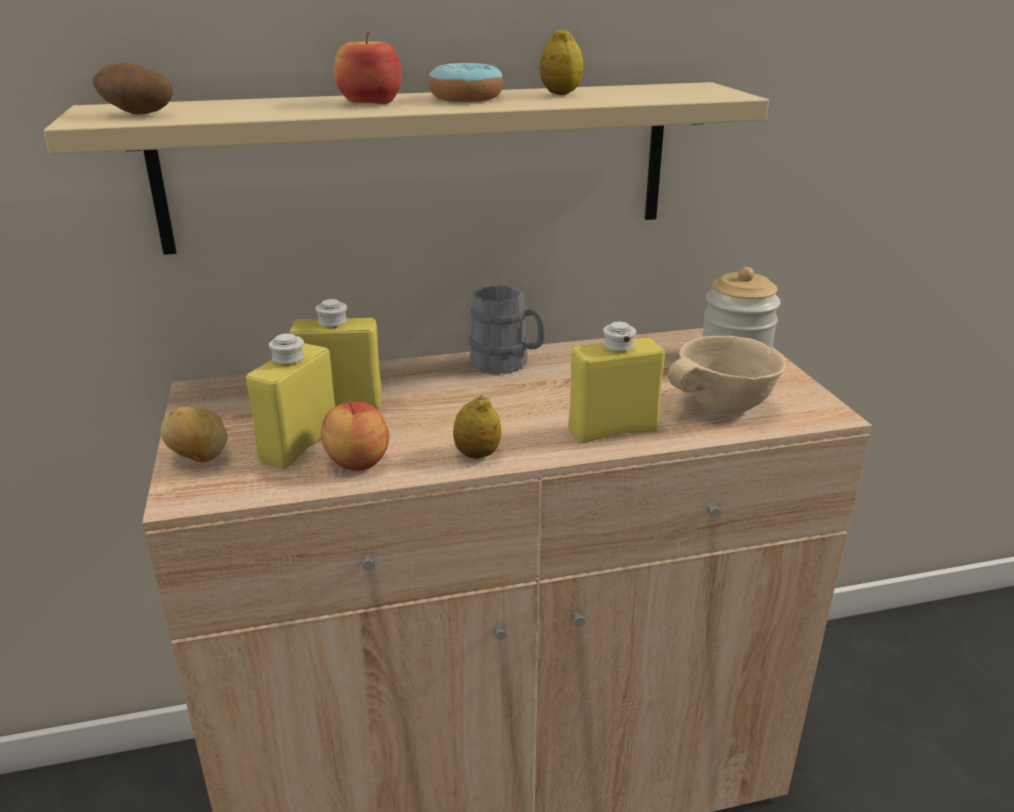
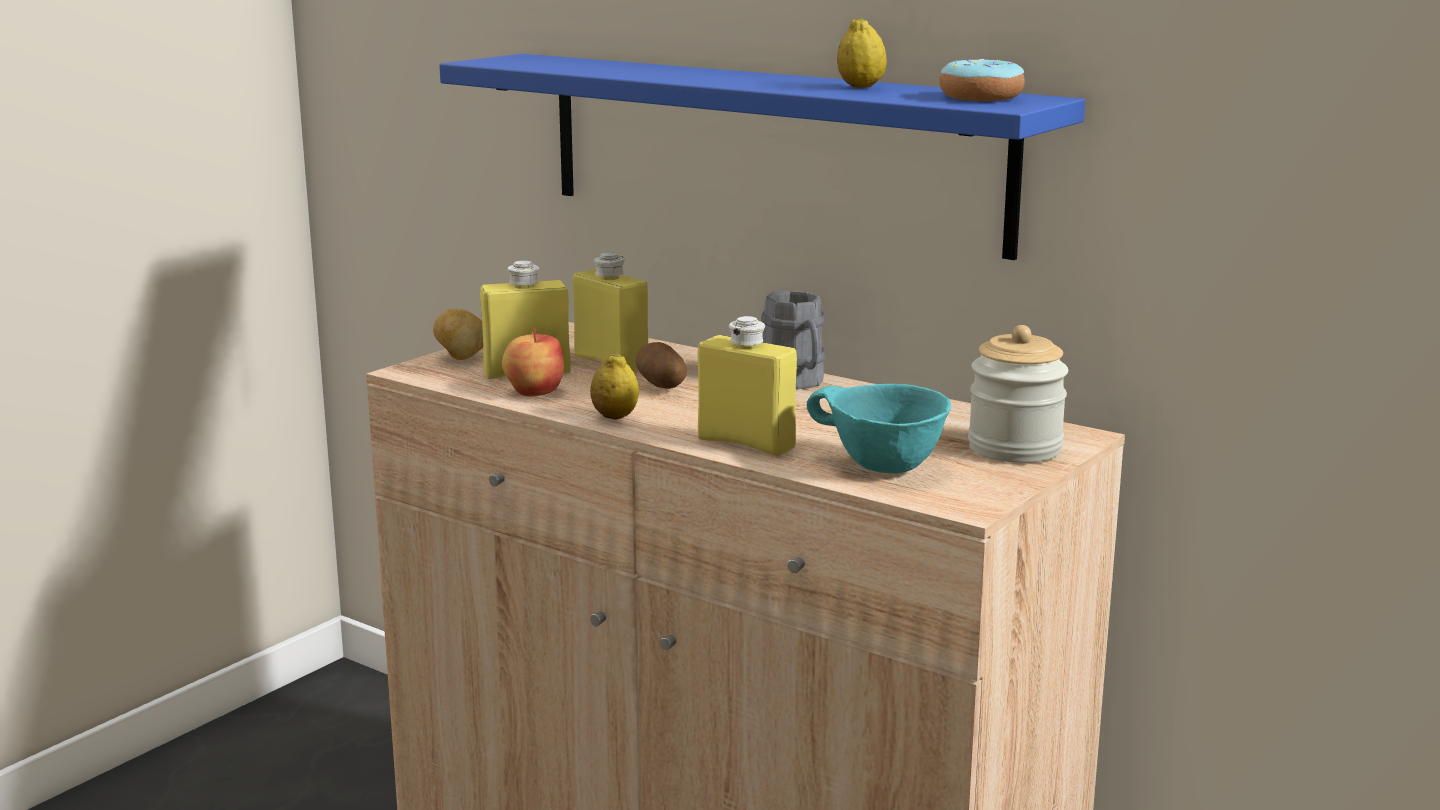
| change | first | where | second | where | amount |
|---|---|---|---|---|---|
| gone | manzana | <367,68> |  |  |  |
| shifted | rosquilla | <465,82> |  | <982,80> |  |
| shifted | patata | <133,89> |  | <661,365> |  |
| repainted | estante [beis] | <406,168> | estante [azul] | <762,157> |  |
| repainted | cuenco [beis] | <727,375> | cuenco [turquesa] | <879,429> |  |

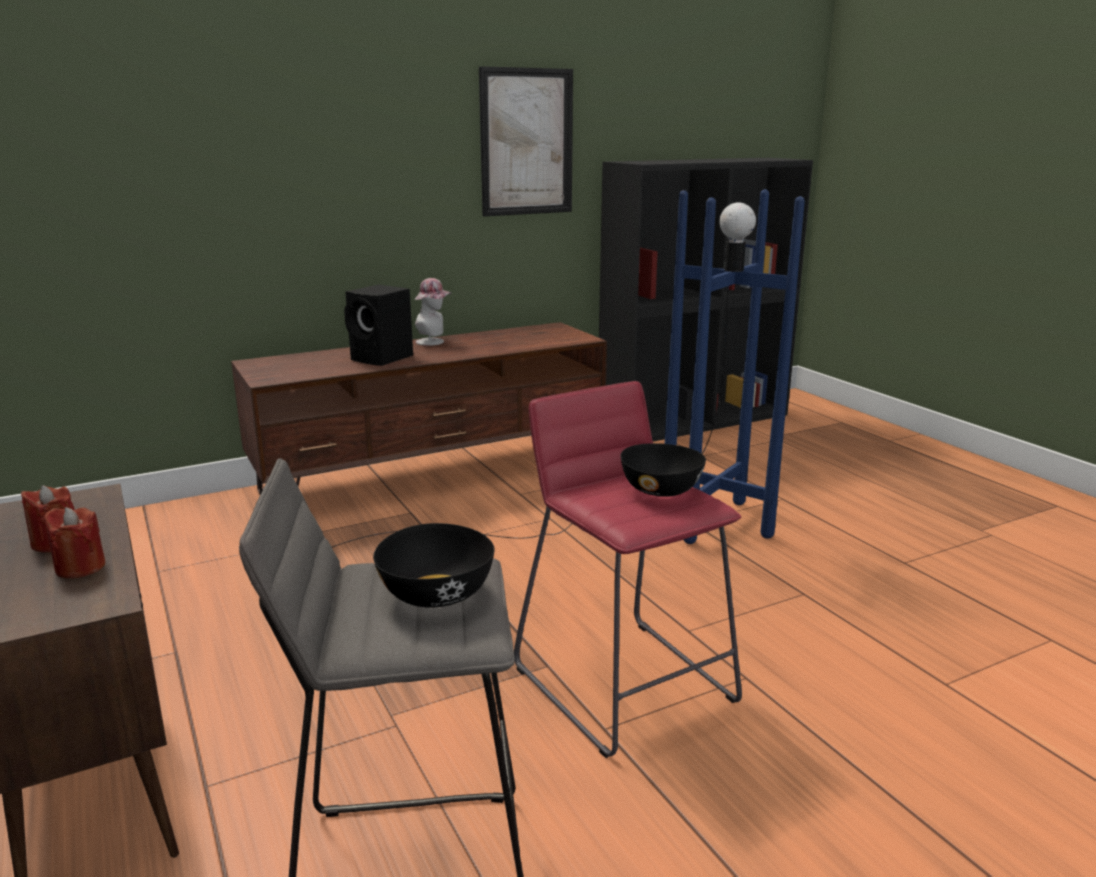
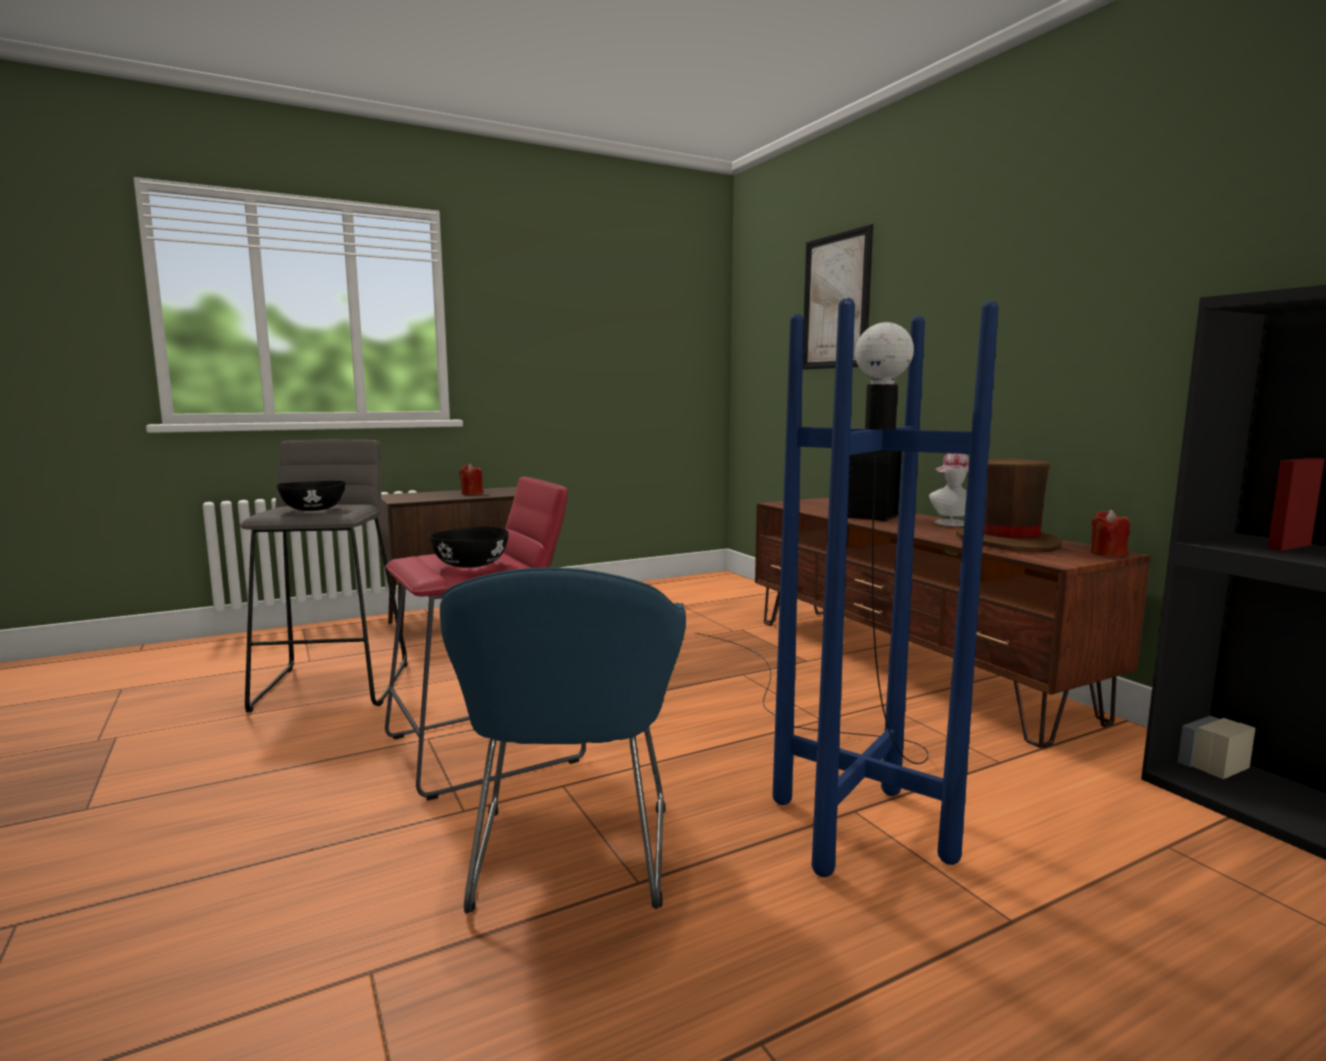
| change | first | where | second | where | amount |
|---|---|---|---|---|---|
| shifted | cuadro | <526,141> |  | <837,297> |  |
| shifted | vela [rojo] | <74,542> |  | <1110,533> |  |
| new |  |  | sombrero [marrón] | <1009,505> |  |
| new |  |  | sillón [azul] | <563,740> |  |

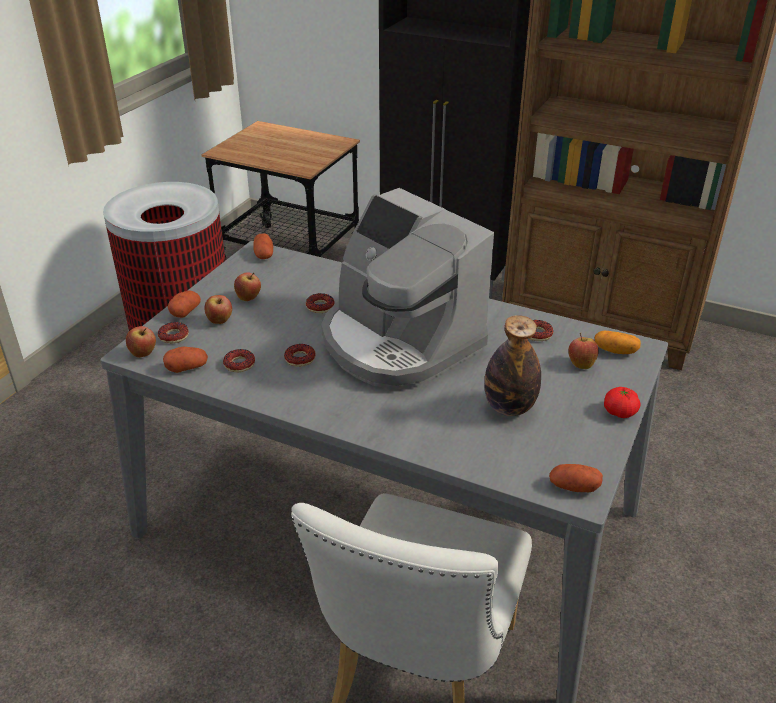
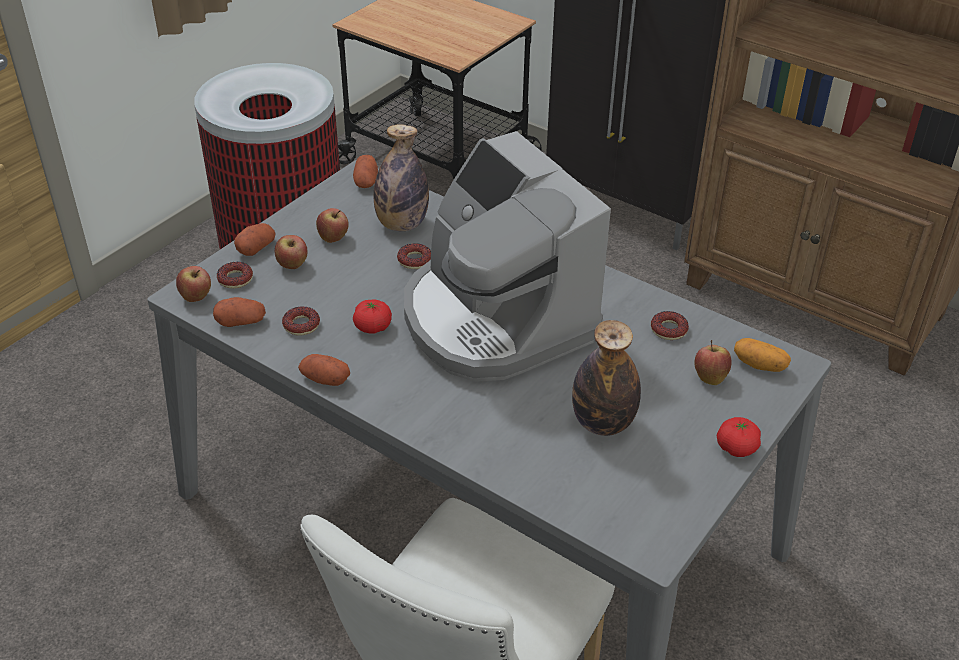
| change | first | where | second | where | amount |
|---|---|---|---|---|---|
| swapped | rosquilla | <300,355> | tomate | <372,316> |  |
| shifted | patata | <576,478> |  | <324,370> |  |
| new |  |  | botella | <401,177> |  |

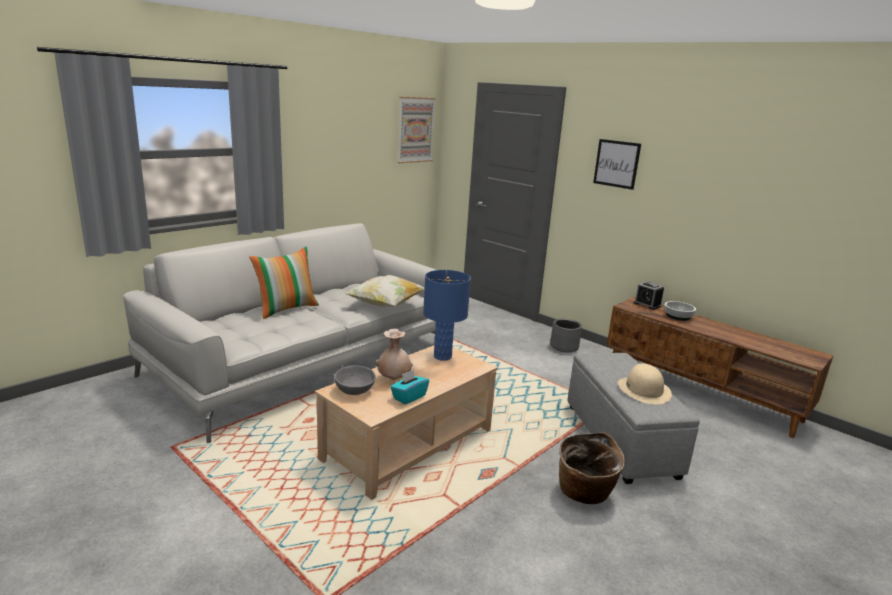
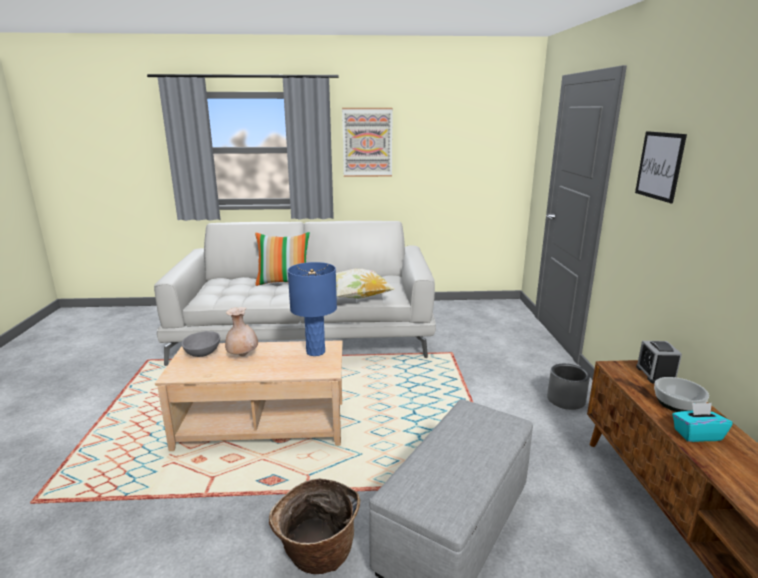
| change | first | where | second | where | amount |
|---|---|---|---|---|---|
| shifted | cuadro | <417,130> |  | <367,142> |  |
| gone | sombrero [beis] | <645,383> |  |  |  |
| shifted | caja de pañuelos [turquesa] | <409,387> |  | <702,422> |  |

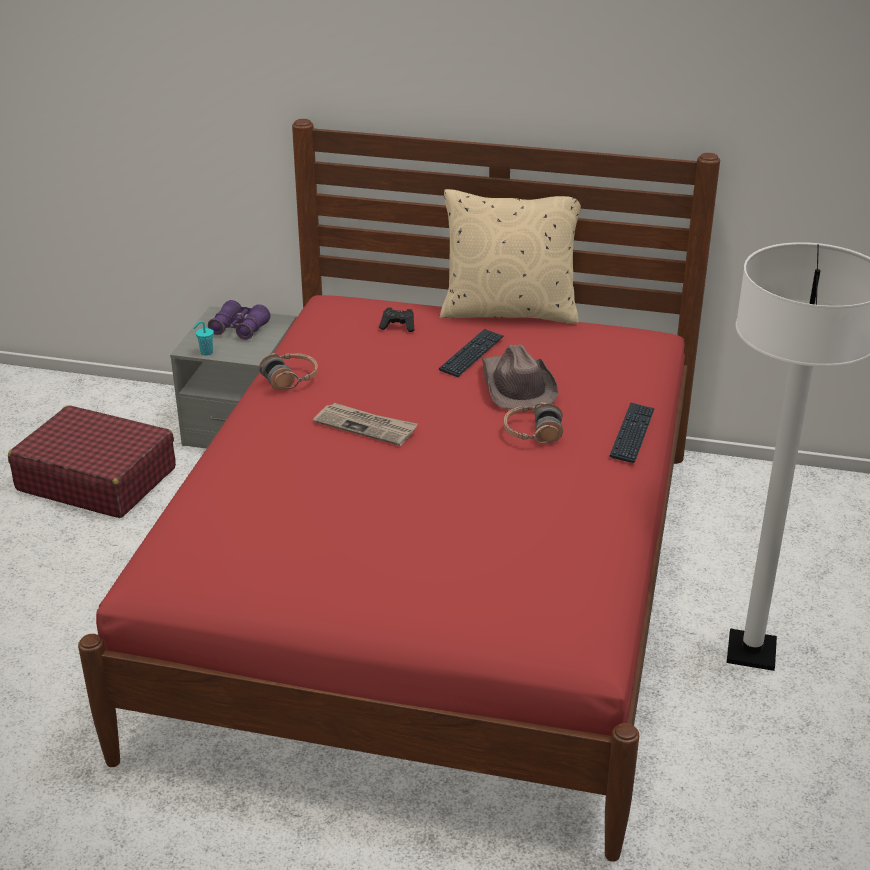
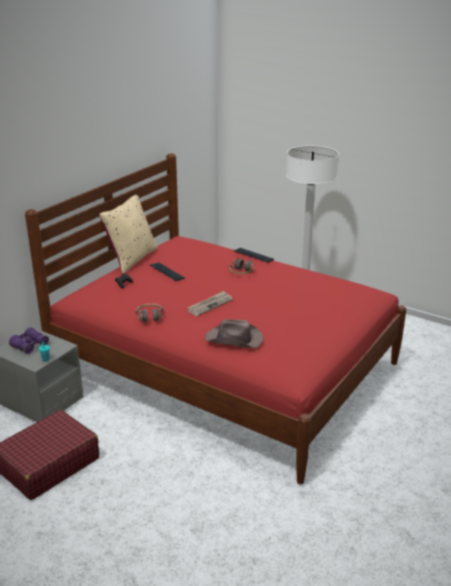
| change | first | where | second | where | amount |
|---|---|---|---|---|---|
| shifted | sombrero [marrón] | <520,376> |  | <234,333> |  |

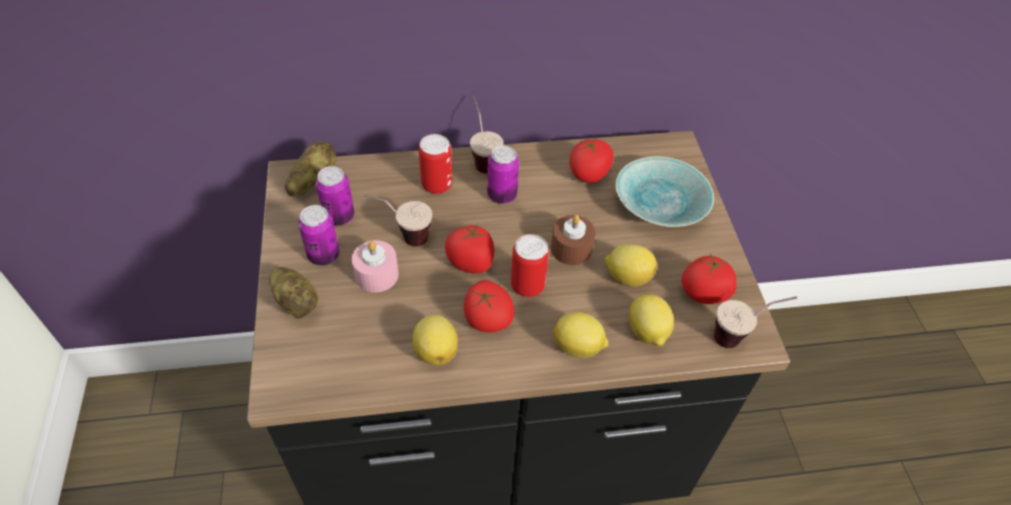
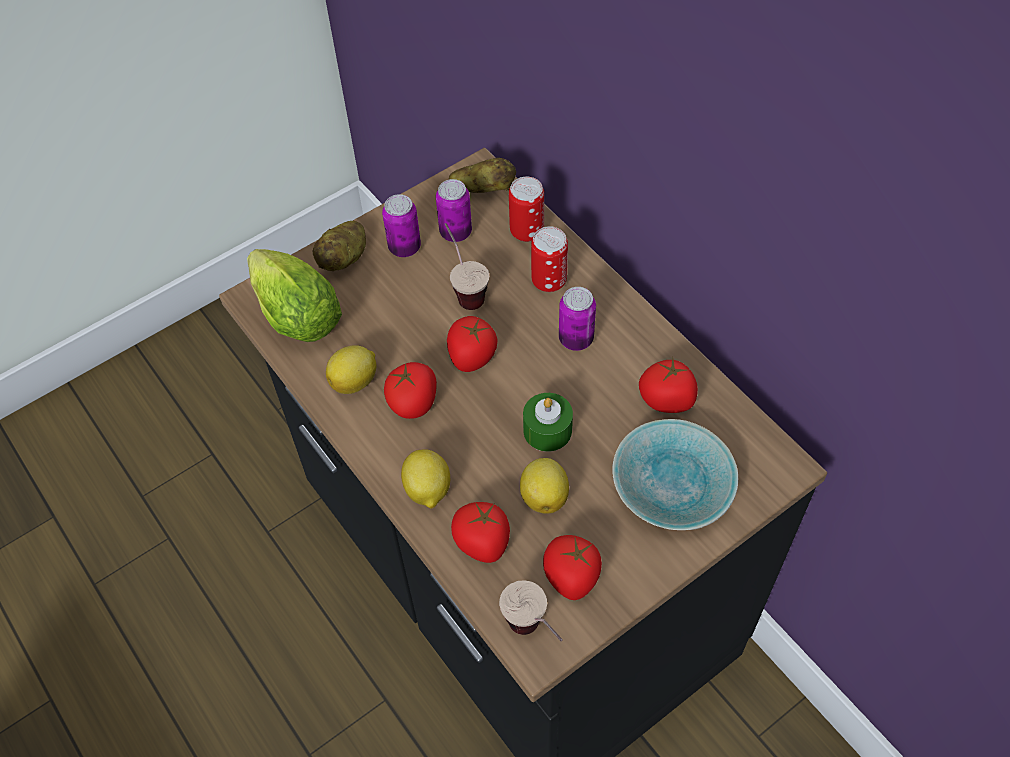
| change | first | where | second | where | amount |
|---|---|---|---|---|---|
| gone | taza | <487,135> |  |  |  |
| repainted | vela [marrón] | <573,240> | vela [verde] | <548,422> |  |
| shifted | lata | <530,265> |  | <526,209> |  |
| gone | vela [rosa] | <375,266> |  |  |  |
| swapped | limón | <651,320> | tomate | <480,532> |  |
| new |  |  | lechuga | <294,295> |  |

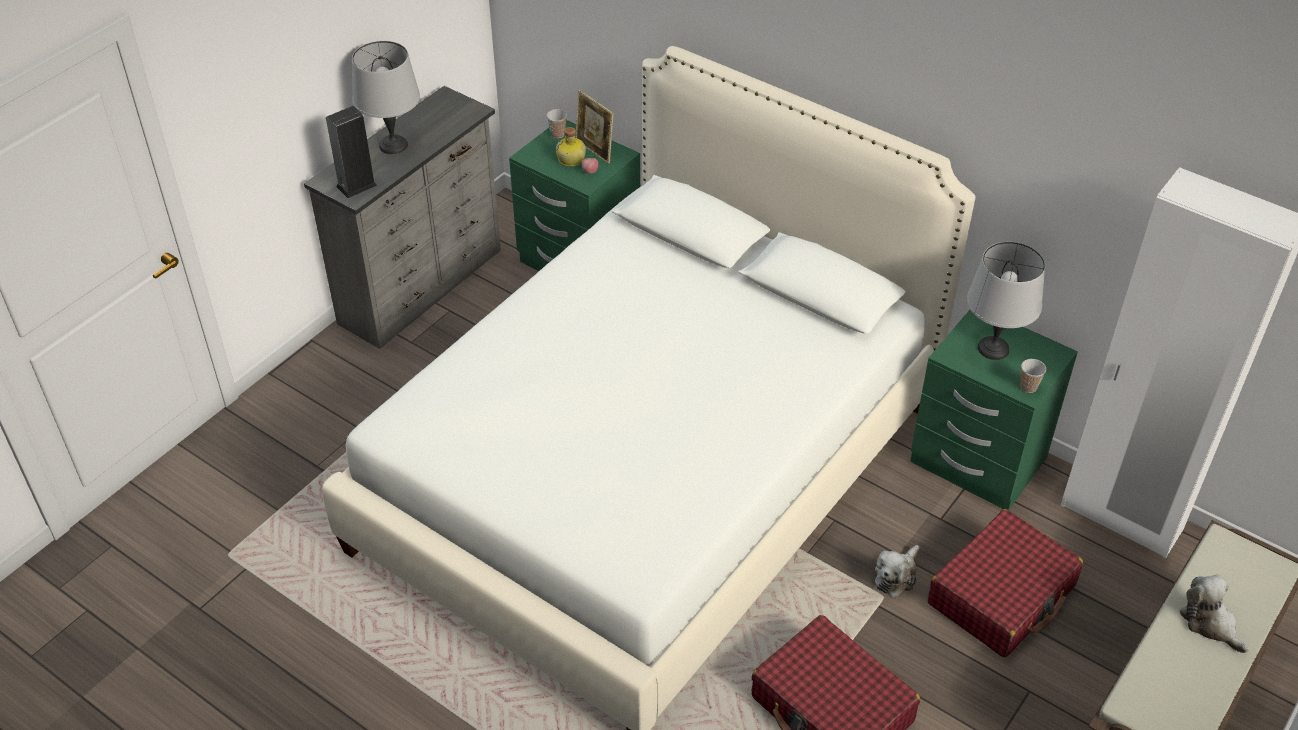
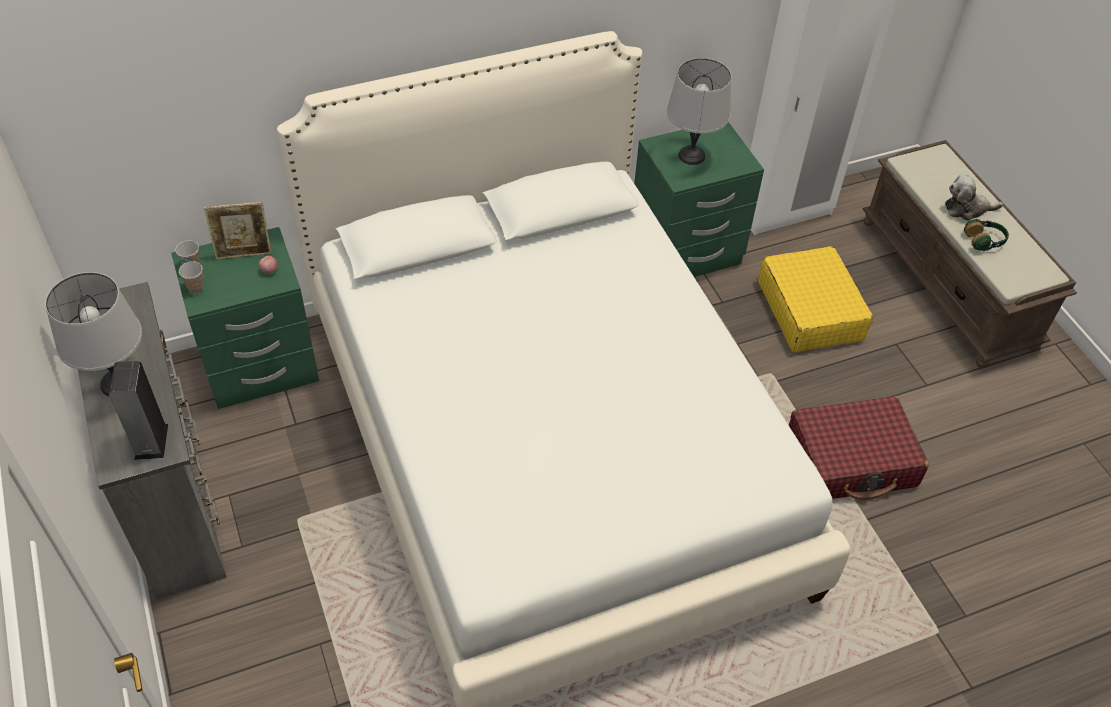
| change | first | where | second | where | amount |
|---|---|---|---|---|---|
| gone | botella | <571,146> |  |  |  |
| shifted | taza | <1033,376> |  | <191,277> |  |
| repainted | maleta [rojo] | <1005,583> | maleta [amarillo] | <815,299> |  |
| gone | peluche | <897,571> |  |  |  |
| new |  |  | auriculares | <986,235> |  |

